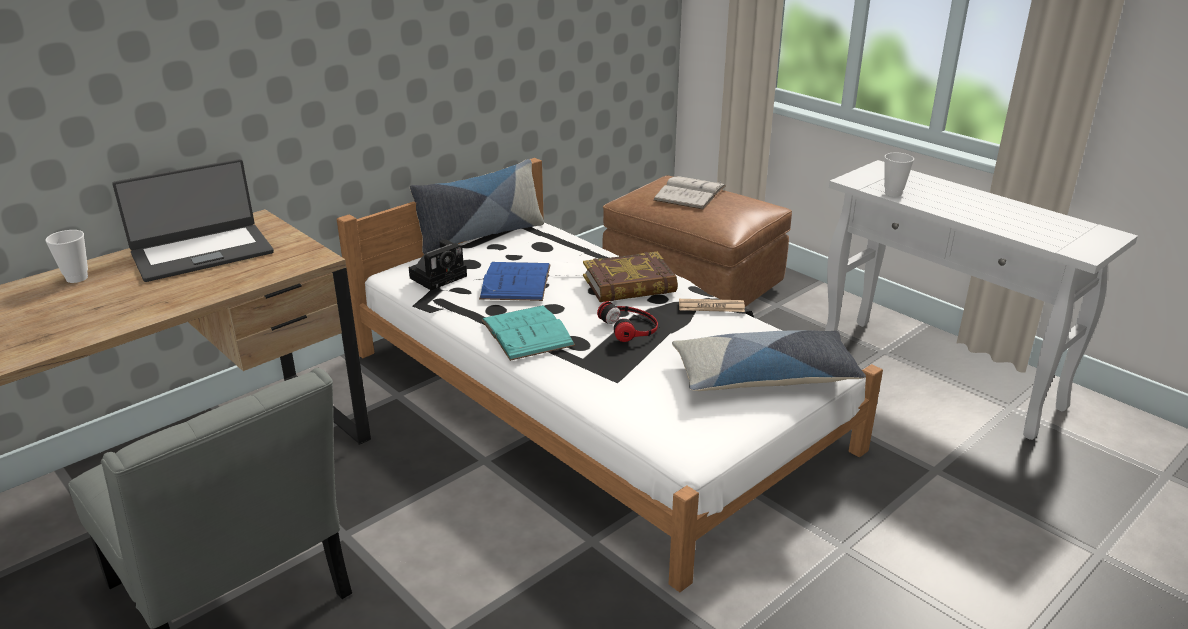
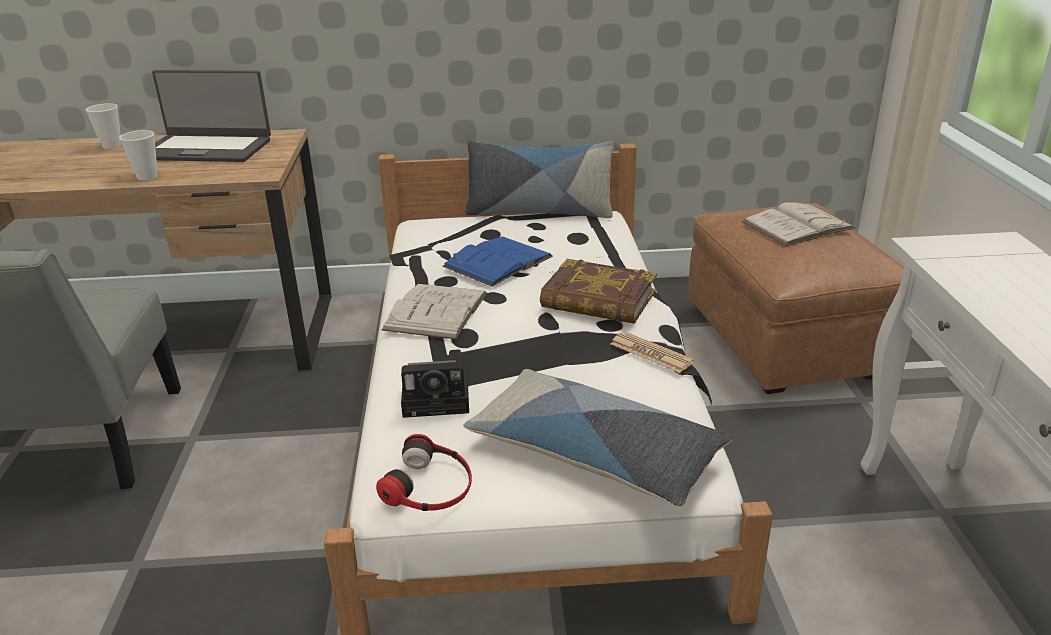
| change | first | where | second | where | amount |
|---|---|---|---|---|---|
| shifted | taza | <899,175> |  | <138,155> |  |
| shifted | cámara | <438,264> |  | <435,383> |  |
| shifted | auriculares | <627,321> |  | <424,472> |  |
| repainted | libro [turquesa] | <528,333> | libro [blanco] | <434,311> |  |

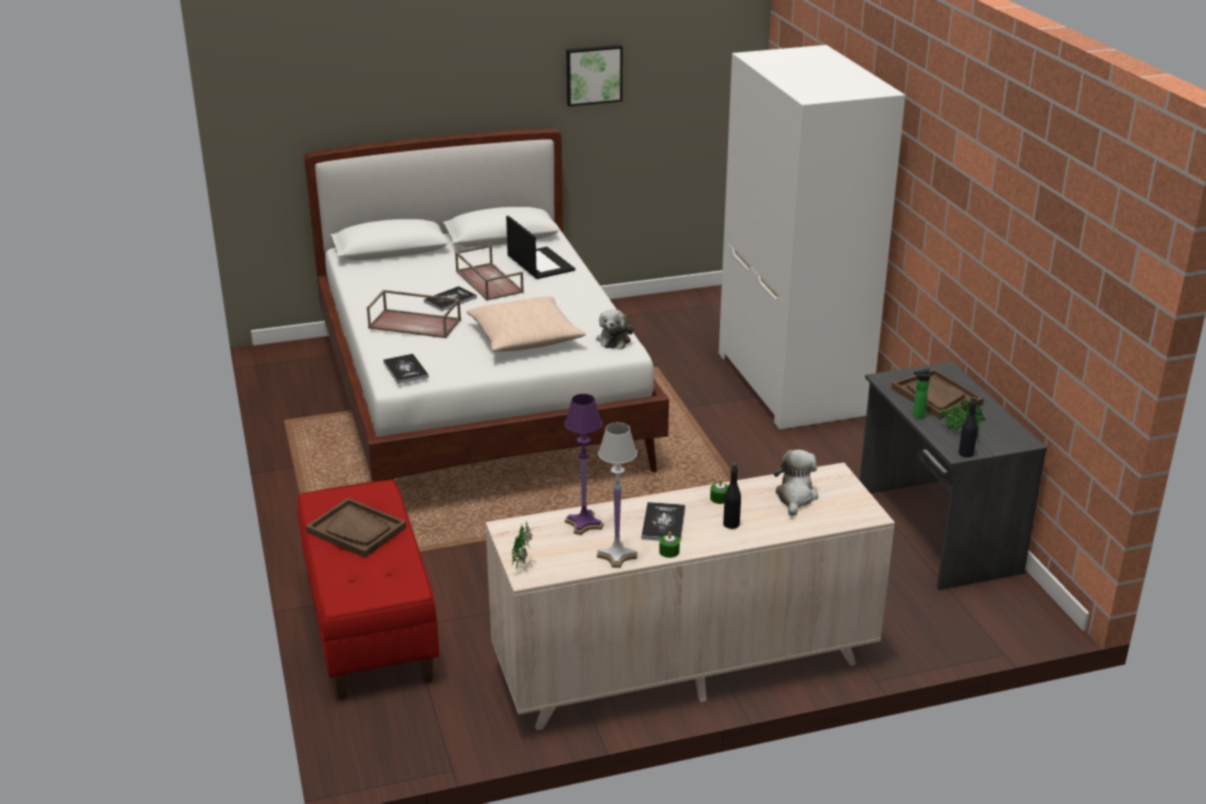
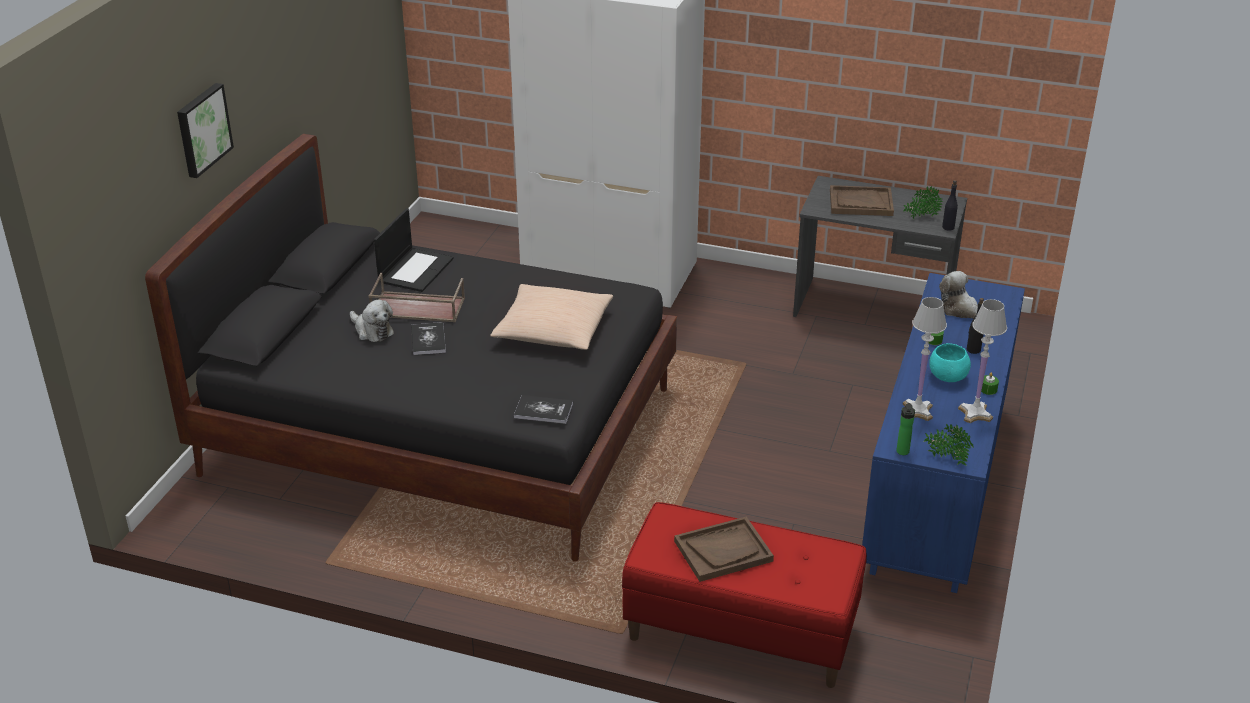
| change | first | where | second | where | amount |
|---|---|---|---|---|---|
| shifted | cuadro | <594,76> |  | <205,130> |  |
| repainted | cama [blanco] | <486,305> | cama [negro] | <411,347> |  |
| rotated | portátil | <540,247> |  | <414,250> | 105 degrees clockwise |
| gone | bandeja [marrón] | <414,314> |  |  |  |
| shifted | peluche | <614,329> |  | <372,320> |  |
| shifted | botella | <921,394> |  | <905,429> |  |
| repainted | lámpara de mesa [morado] | <584,464> | lámpara de mesa [blanco] | <925,359> |  |
| repainted | cómoda [beis] | <690,596> | cómoda [azul] | <943,433> |  |
| swapped | libro | <663,522> | cuenco [turquesa] | <950,362> |  |

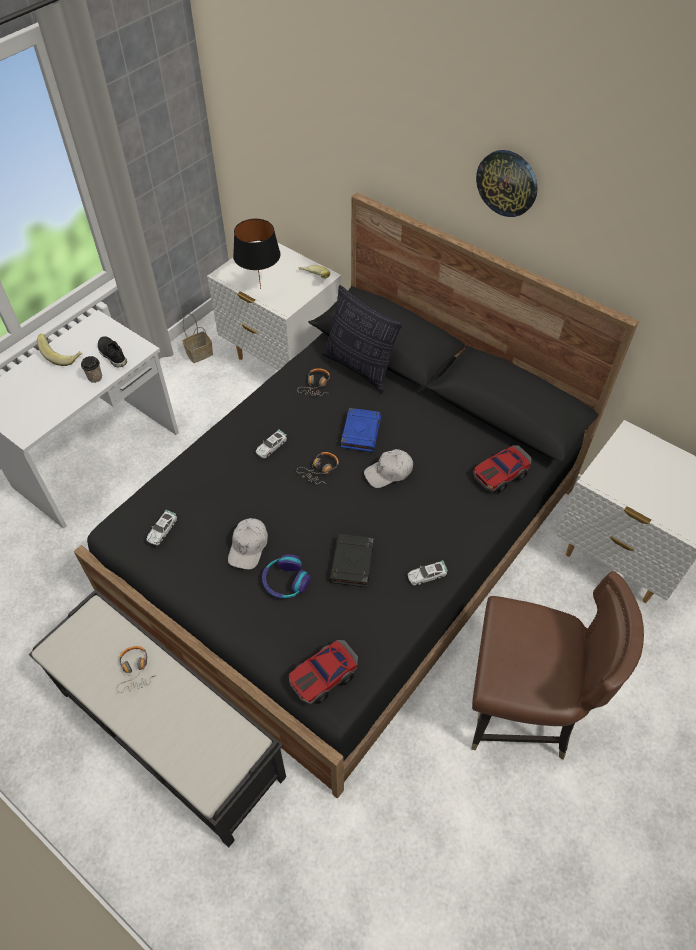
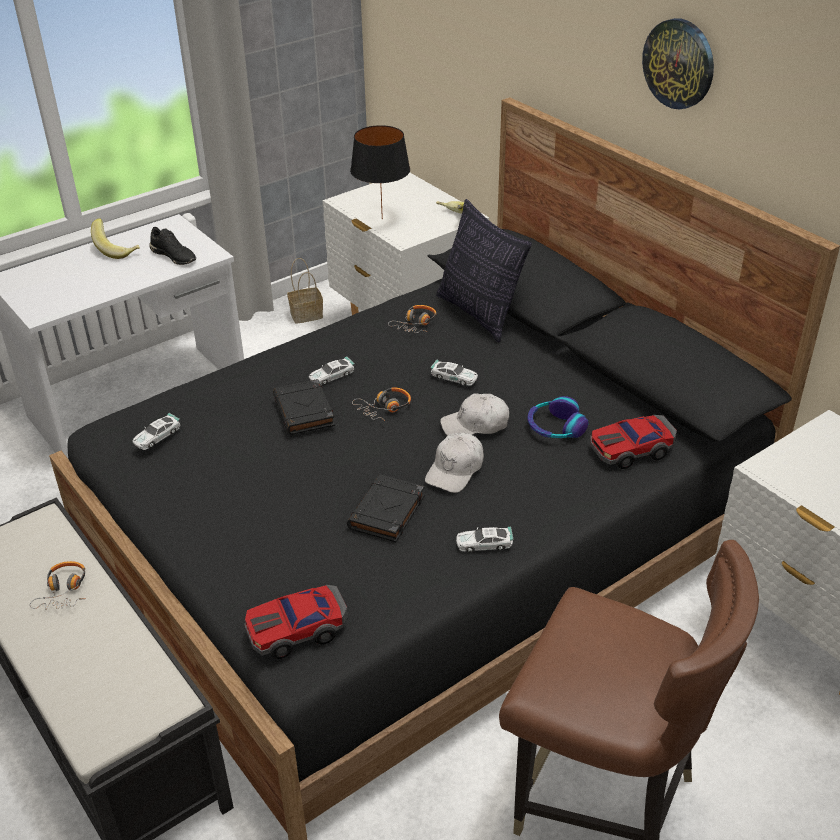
| change | first | where | second | where | amount |
|---|---|---|---|---|---|
| rotated | zapato [negro] | <112,351> |  | <172,246> | 150 degrees clockwise |
| gone | taza | <91,369> |  |  |  |
| swapped | libro [azul] | <361,430> | coche de juguete | <454,373> |  |
| shifted | gorra [blanco] | <248,544> |  | <454,463> |  |
| shifted | auriculares | <286,576> |  | <558,417> |  |
| new |  |  | libro [negro] | <304,407> |  |

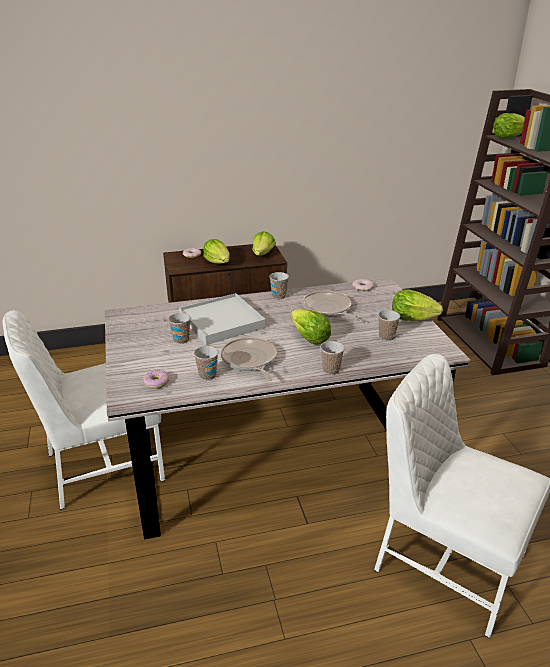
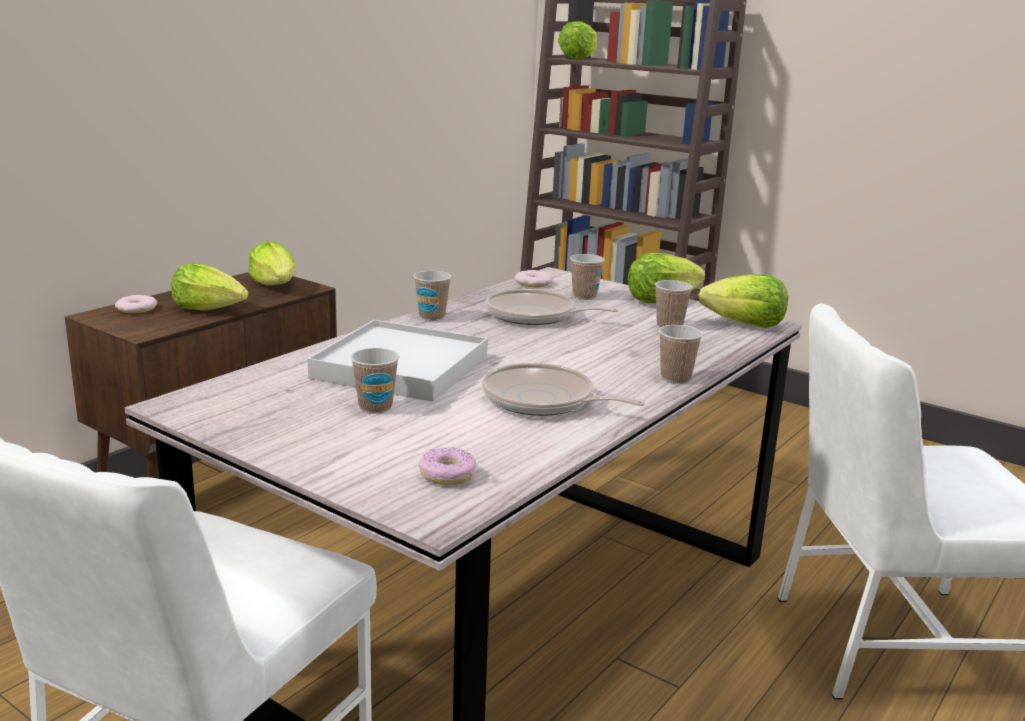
| change | first | where | second | where | amount |
|---|---|---|---|---|---|
| shifted | lechuga | <310,326> |  | <743,301> |  |
| shifted | taza | <206,363> |  | <587,277> |  |

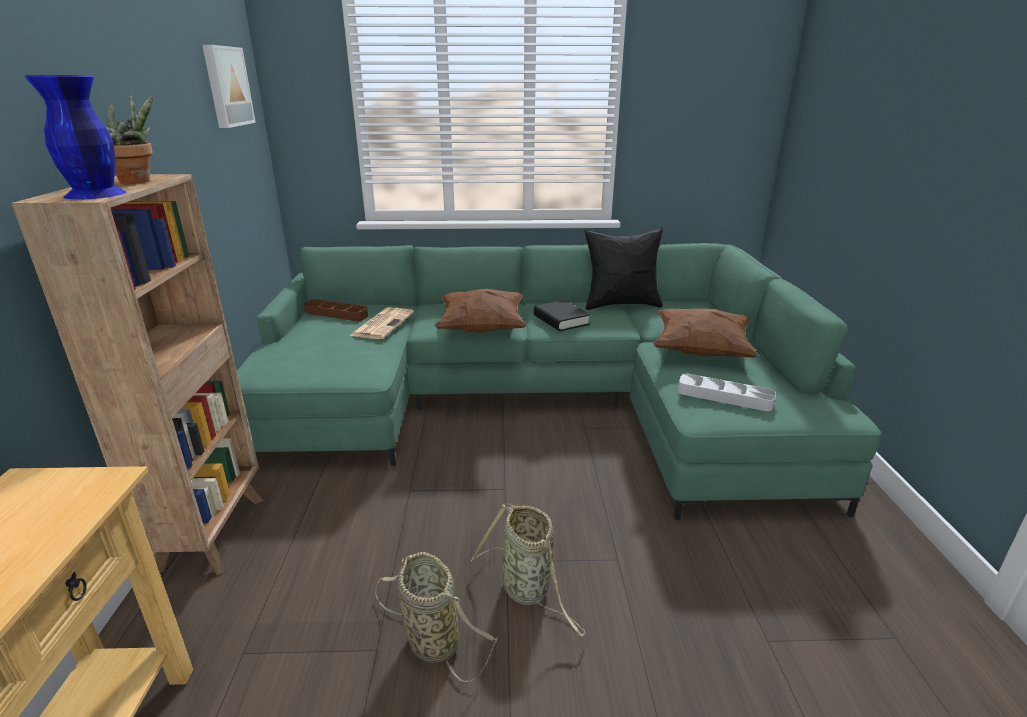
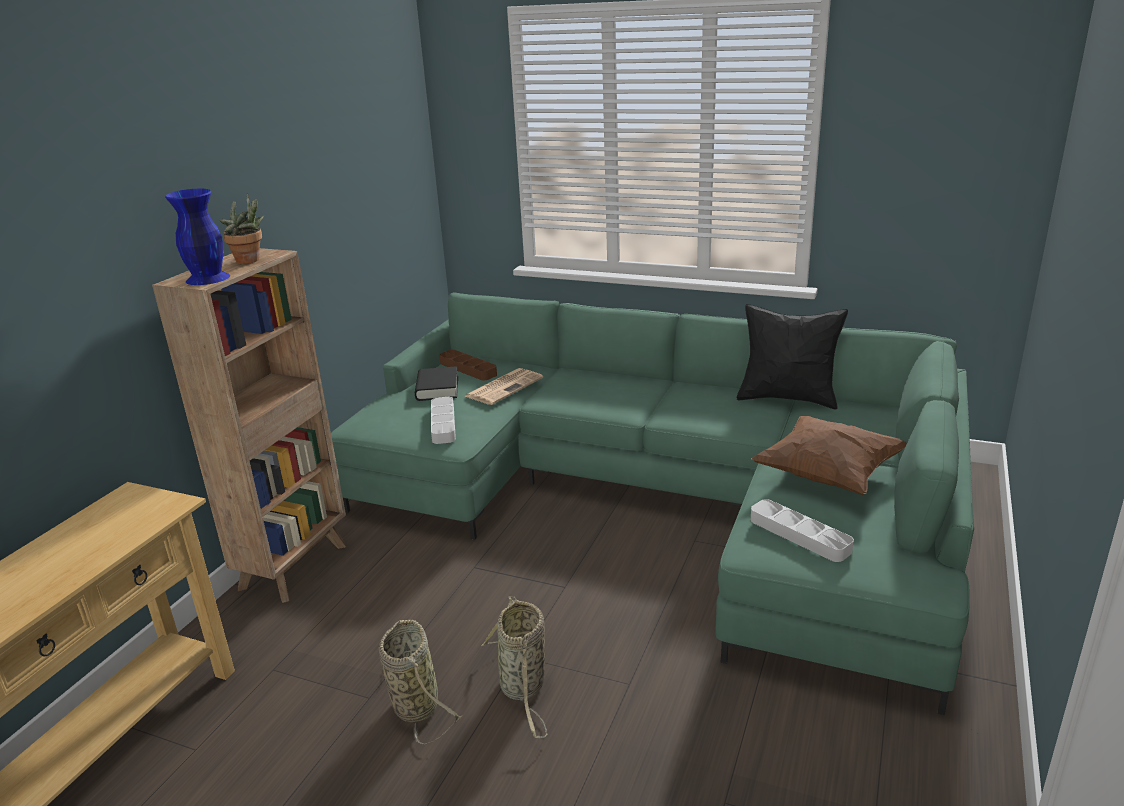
| change | first | where | second | where | amount |
|---|---|---|---|---|---|
| gone | cuadro | <229,86> |  |  |  |
| gone | cojín [marrón] | <480,310> |  |  |  |
| shifted | libro [negro] | <562,315> |  | <436,383> |  |
| new |  |  | bandeja [gris] | <443,420> |  |

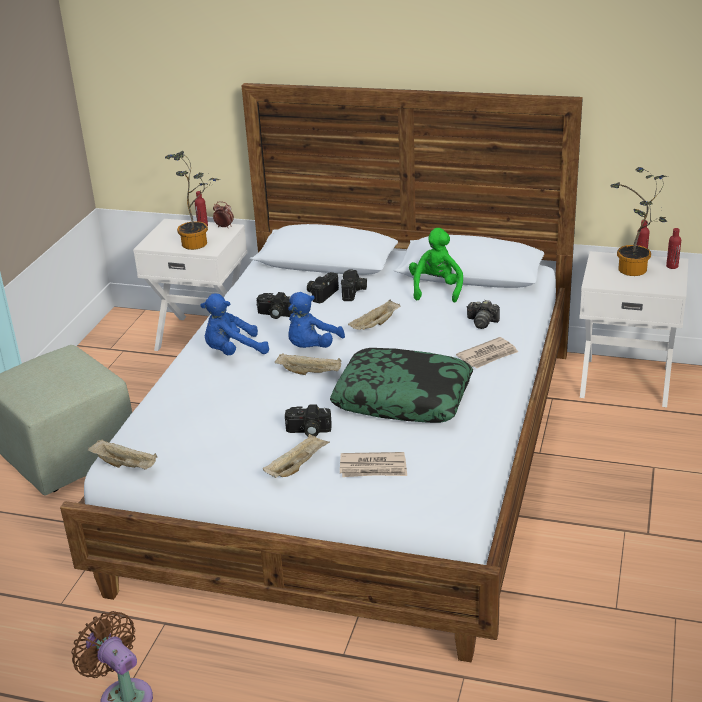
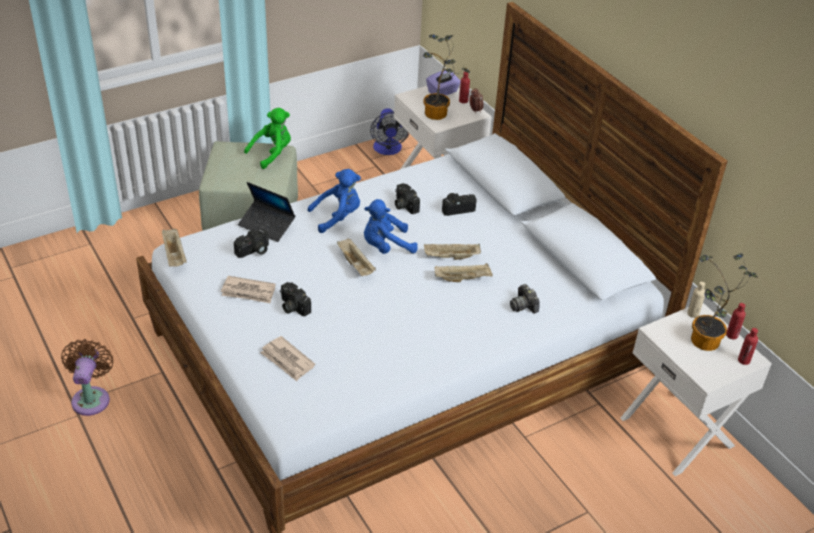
| change | first | where | second | where | amount |
|---|---|---|---|---|---|
| shifted | peluche [verde] | <436,265> |  | <267,138> |  |
| shifted | cámara | <354,285> |  | <251,243> |  |
| rotated | peluche [azul] | <234,324> |  | <334,201> | 135 degrees clockwise |
| shifted | periódico | <487,352> |  | <248,289> |  |
| gone | cojín | <401,385> |  |  |  |
| shifted | bandeja [beis] | <296,456> |  | <464,272> |  |
| new |  |  | caja de pañuelos [morado] | <443,83> |  |
| new |  |  | ventilador | <389,131> |  |
| new |  |  | portátil | <266,212> |  |
| new |  |  | botella [beis] | <696,300> |  |

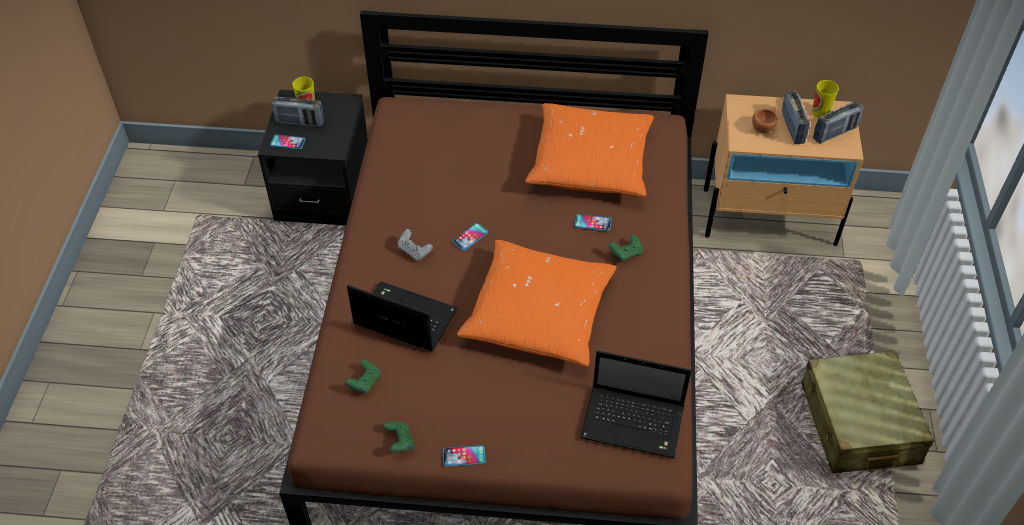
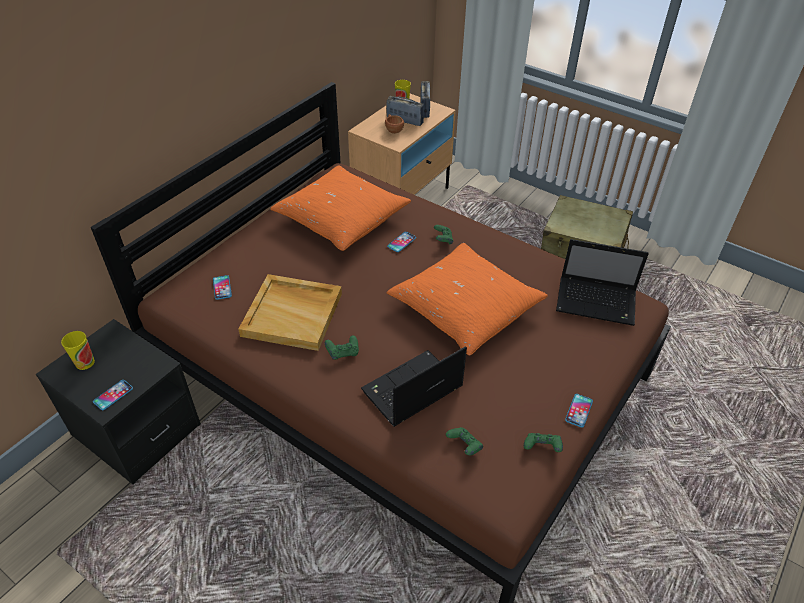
| change | first | where | second | where | amount |
|---|---|---|---|---|---|
| gone | radio | <298,112> |  |  |  |
| shifted | móvil | <470,237> |  | <222,287> |  |
| repainted | mando de consola [gris] | <415,245> | mando de consola [verde] | <342,347> |  |
| rotated | portátil | <635,404> |  | <602,282> | 60 degrees clockwise |
| new |  |  | bandeja [beis] | <290,312> |  |

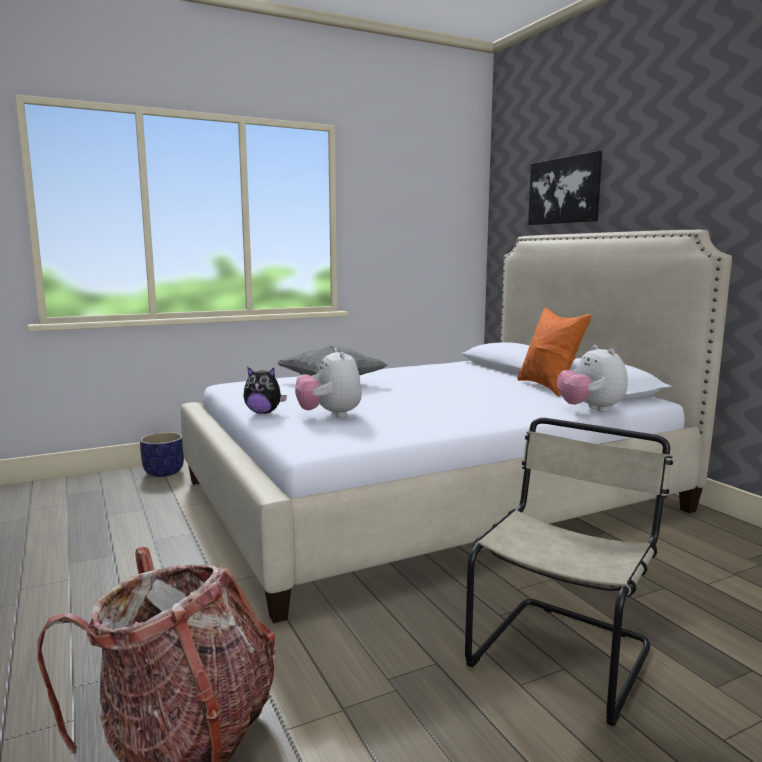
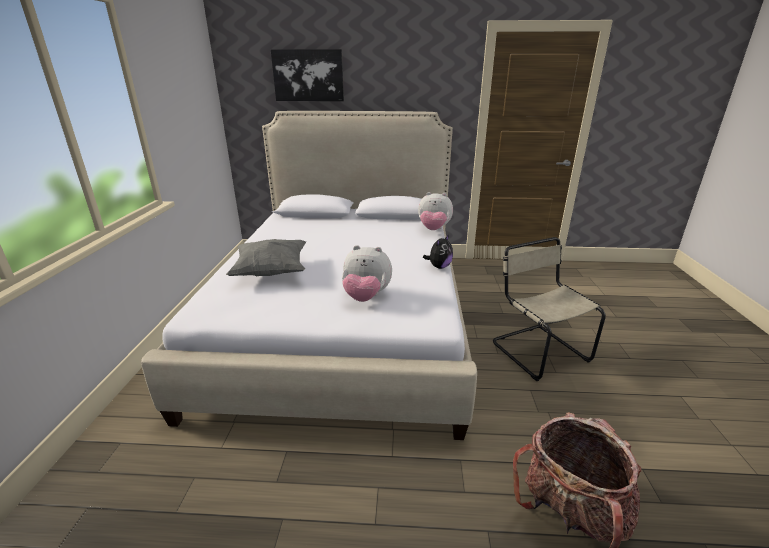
| change | first | where | second | where | amount |
|---|---|---|---|---|---|
| gone | cojín [naranja] | <554,352> |  |  |  |
| shifted | peluche | <265,390> |  | <438,251> |  |
| gone | maceta | <162,454> |  |  |  |

